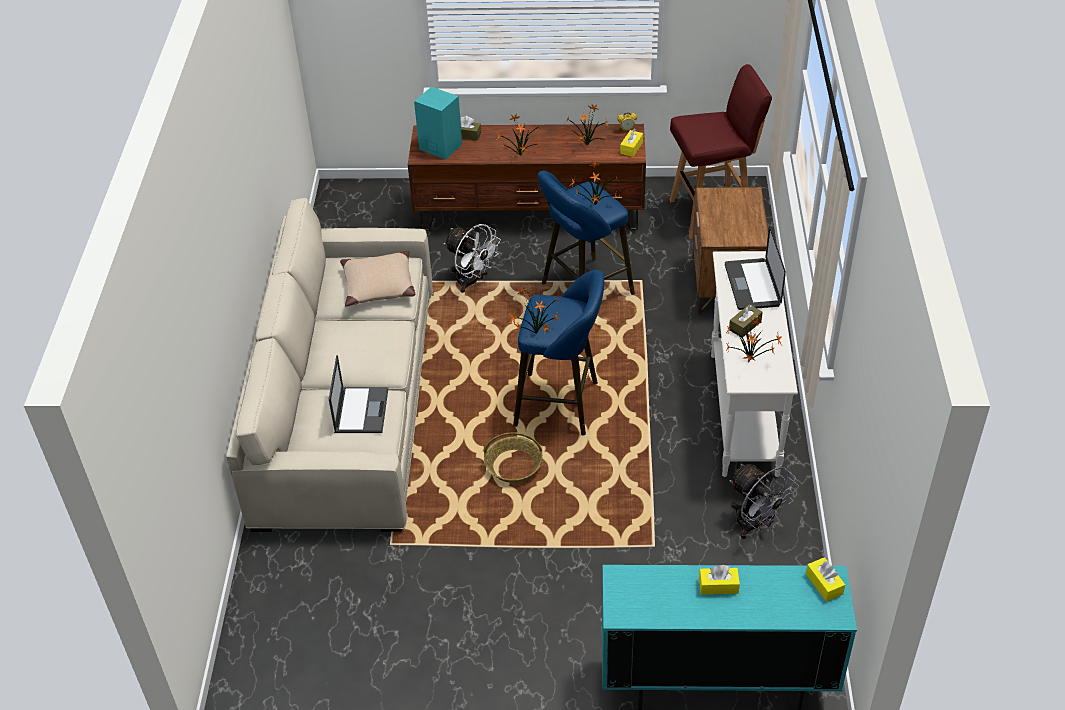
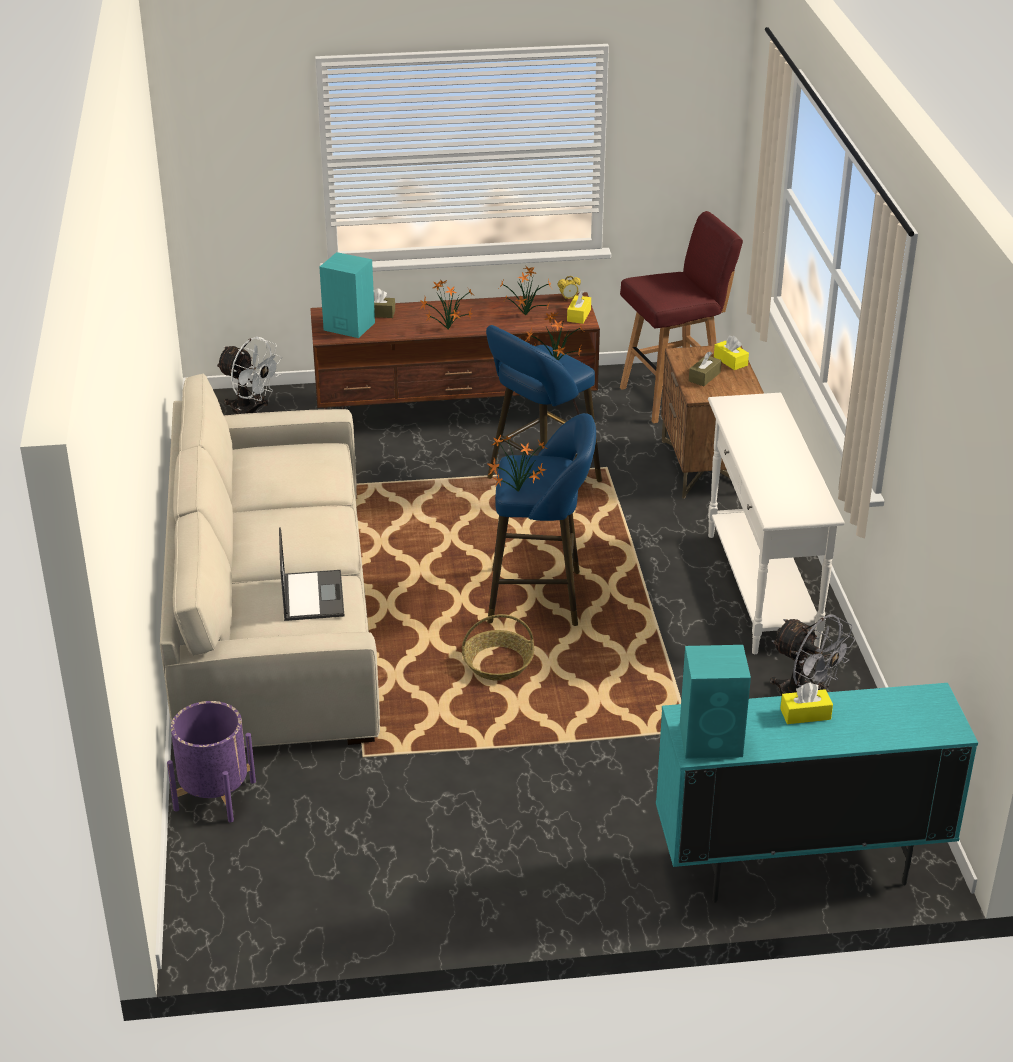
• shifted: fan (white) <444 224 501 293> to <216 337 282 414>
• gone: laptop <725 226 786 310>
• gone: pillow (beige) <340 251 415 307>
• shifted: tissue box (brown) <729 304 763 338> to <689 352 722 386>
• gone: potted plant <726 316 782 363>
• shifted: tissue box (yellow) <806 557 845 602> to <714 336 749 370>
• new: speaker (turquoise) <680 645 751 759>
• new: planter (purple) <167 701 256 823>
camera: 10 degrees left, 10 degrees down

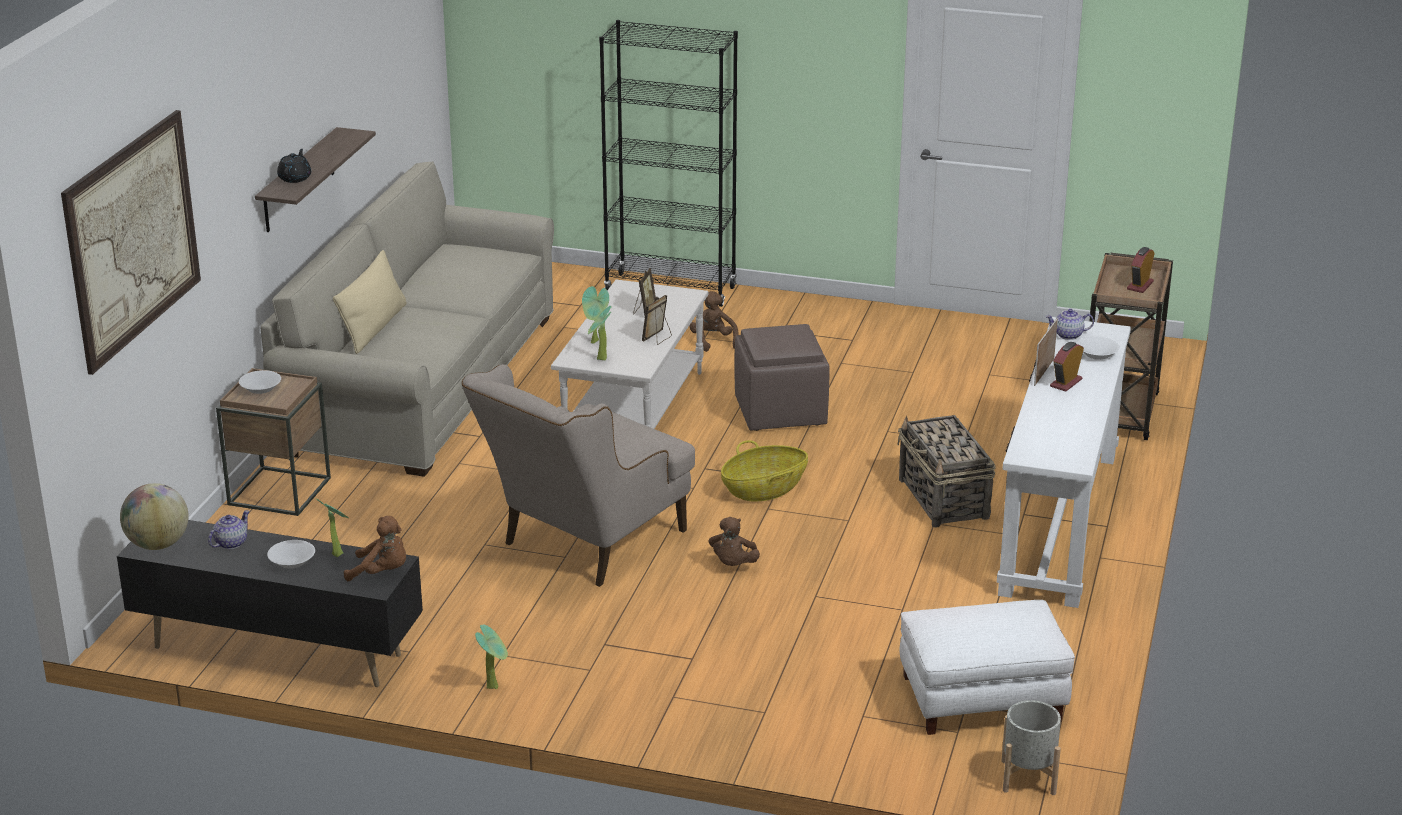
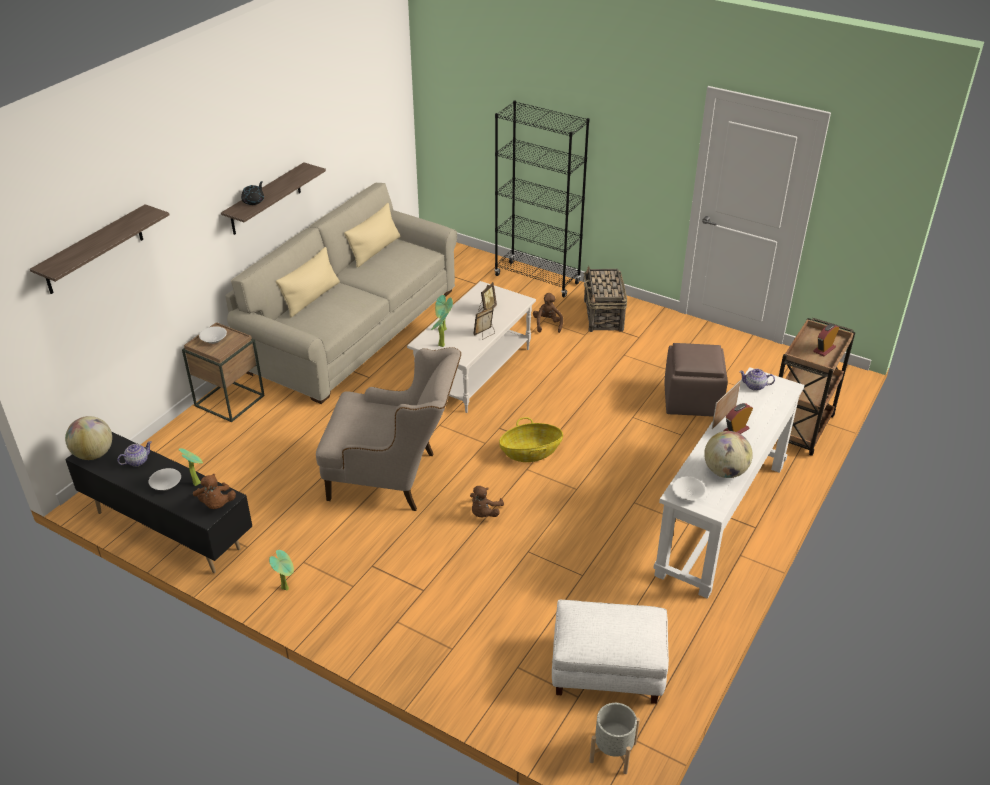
• swapped: picture <61 110 201 375> to shelf <30 204 170 294>
• shifted: ottoman (brown) <735 324 830 431> to <664 343 728 417>
• shifted: bowl (white) <1077 336 1120 360> to <672 477 706 500>
• rotated: armchair (beige) <461 364 695 587> = <316 347 461 511> 135 degrees counterclockwise
• shifted: basket <898 415 996 527> to <583 266 627 332>
• rotated: plush toy (brown) <344 516 406 581> = <193 474 236 509> 45 degrees clockwise
• new: pillow (beige) <344 203 401 268>
• new: globe <704 431 753 478>
camera: 15 degrees right, 10 degrees up

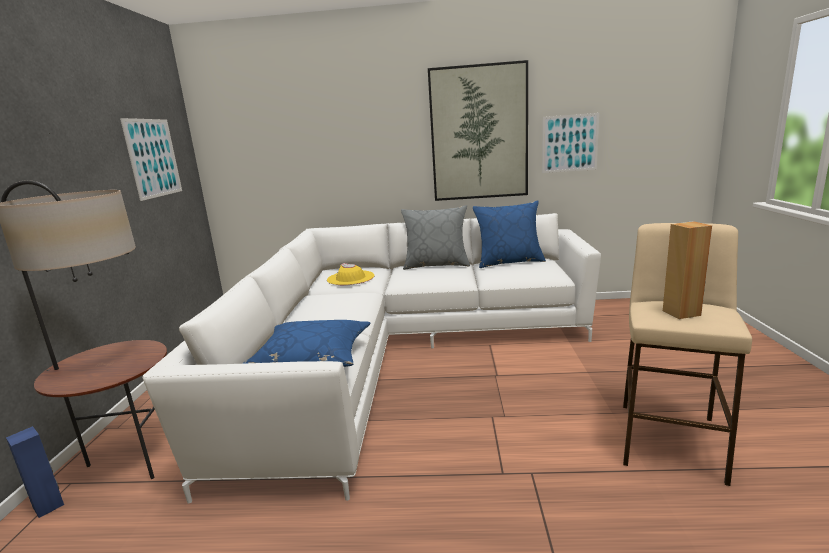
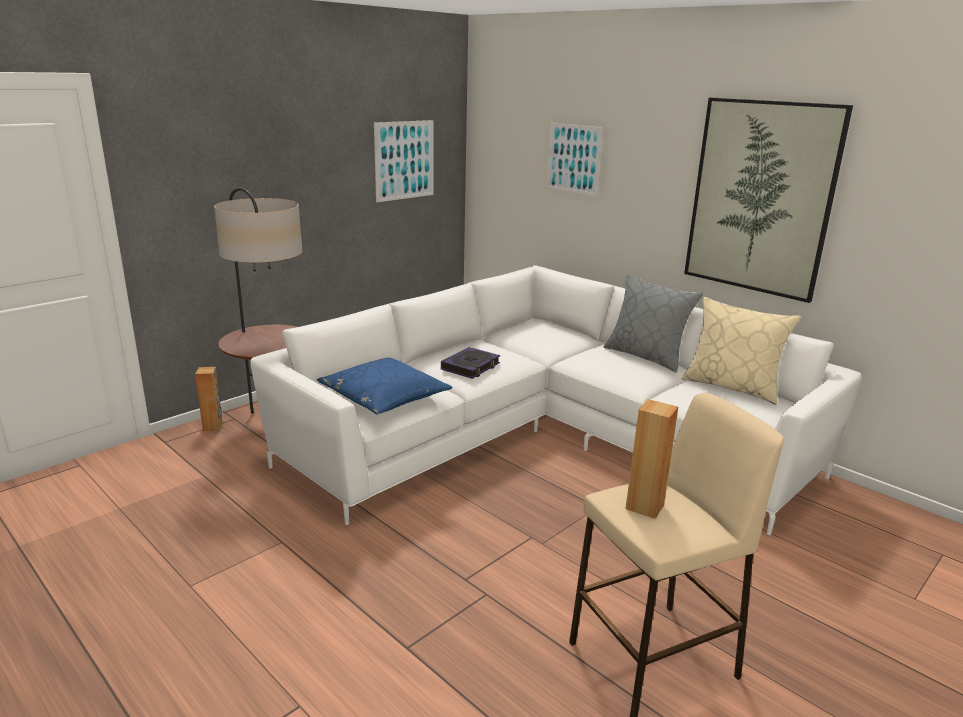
• shifted: picture <542 113 599 173> to <546 123 603 196>
• repainted: pillow (blue) <473 201 546 268> to pillow (beige) <681 297 801 404>
• gone: hat (yellow) <327 263 375 285>
• repainted: speaker (blue) <6 426 64 518> to speaker (brown) <195 367 223 431>
• new: book <441 347 500 379>
camera: 40 degrees right, 5 degrees up

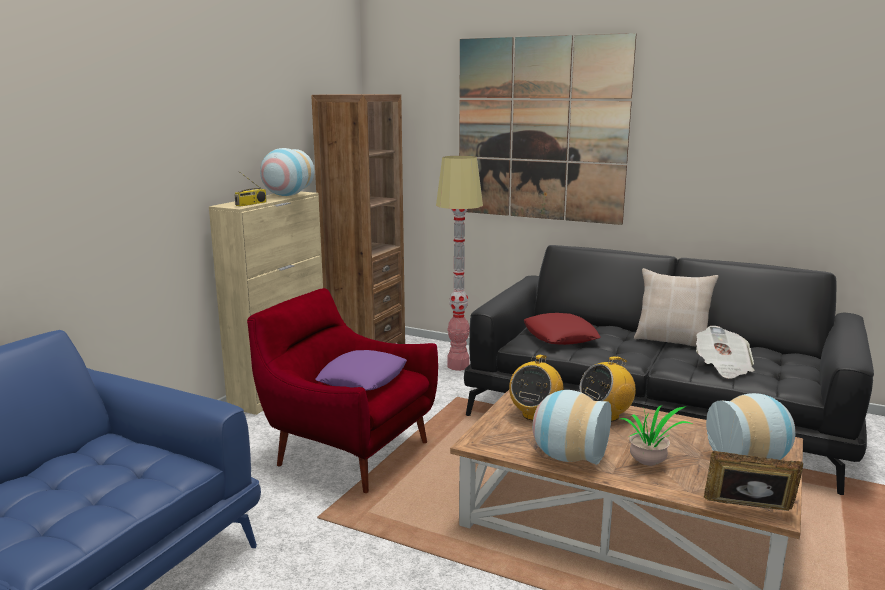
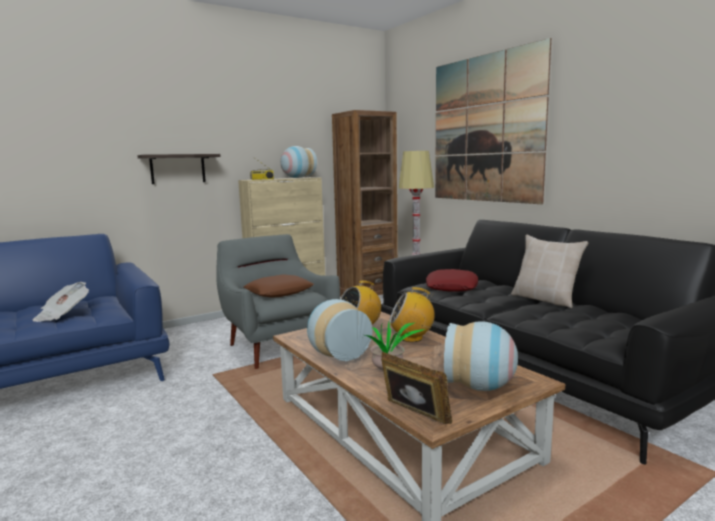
• repainted: armchair (red) <247 288 438 493> to armchair (grey) <216 234 340 369>
• shifted: newspaper <696 326 755 379> to <33 282 89 322>
• repainted: pillow (purple) <315 350 407 390> to pillow (brown) <244 274 314 297>
• new: shelf <137 154 221 184>
camera: 30 degrees right, 5 degrees down

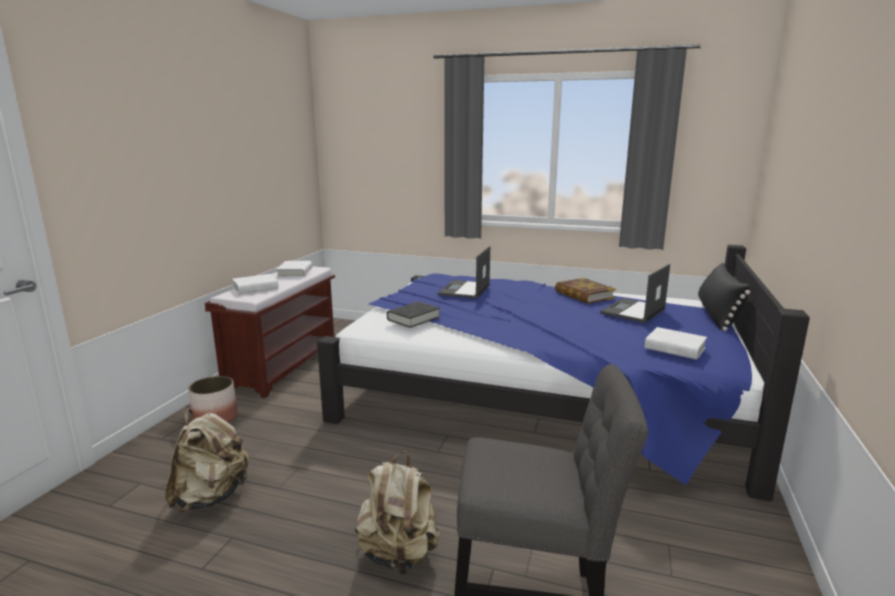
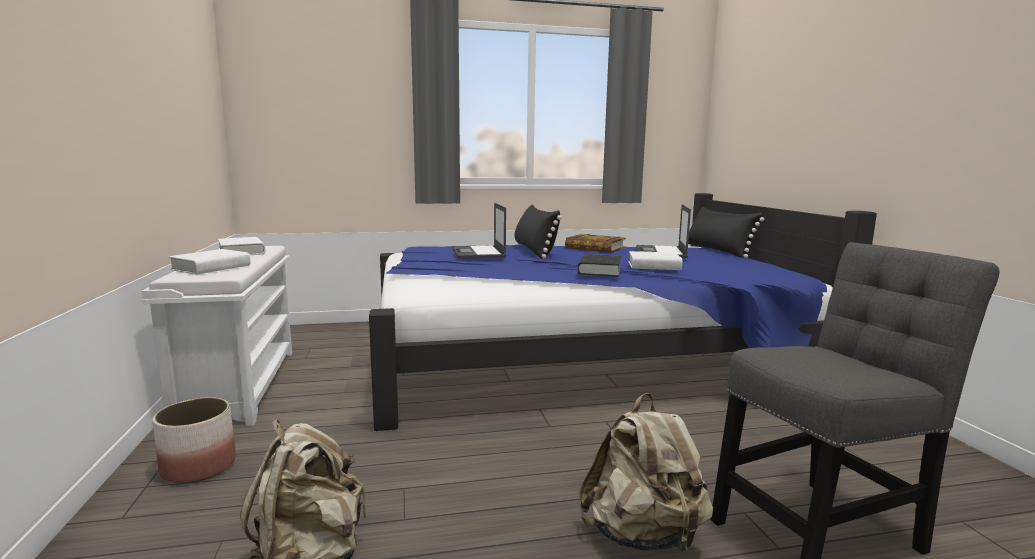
• repainted: bench (brown) <205 266 335 398> to bench (white) <142 246 292 426>
• shifted: book (black) <387 302 440 328> to <577 254 621 277>
• shifted: book (white) <645 327 707 360> to <629 251 682 270>
• new: pillow (black) <514 204 562 259>
camera: 30 degrees left, 5 degrees down

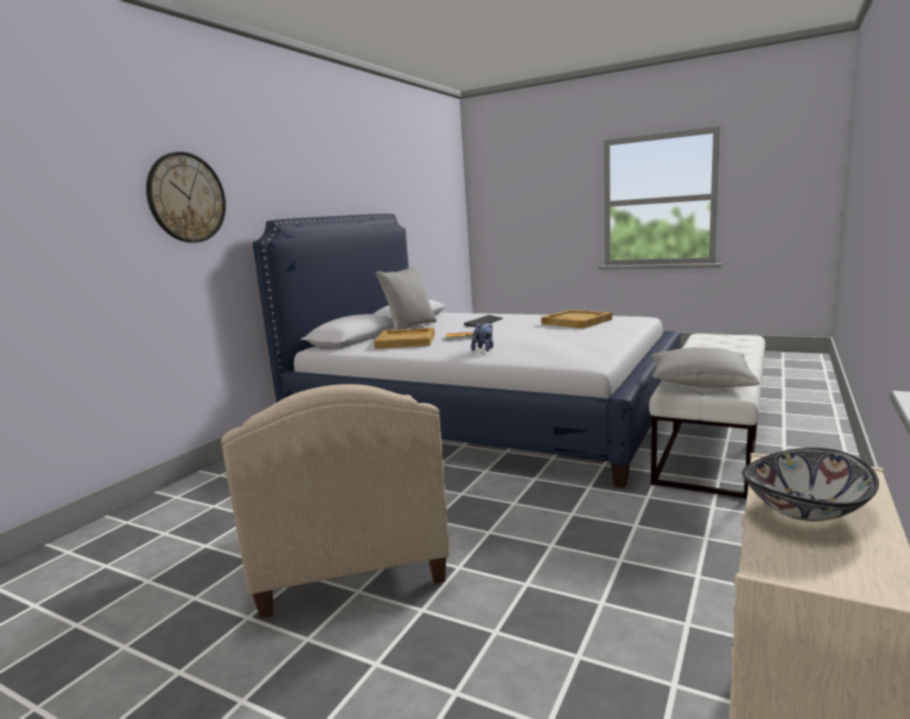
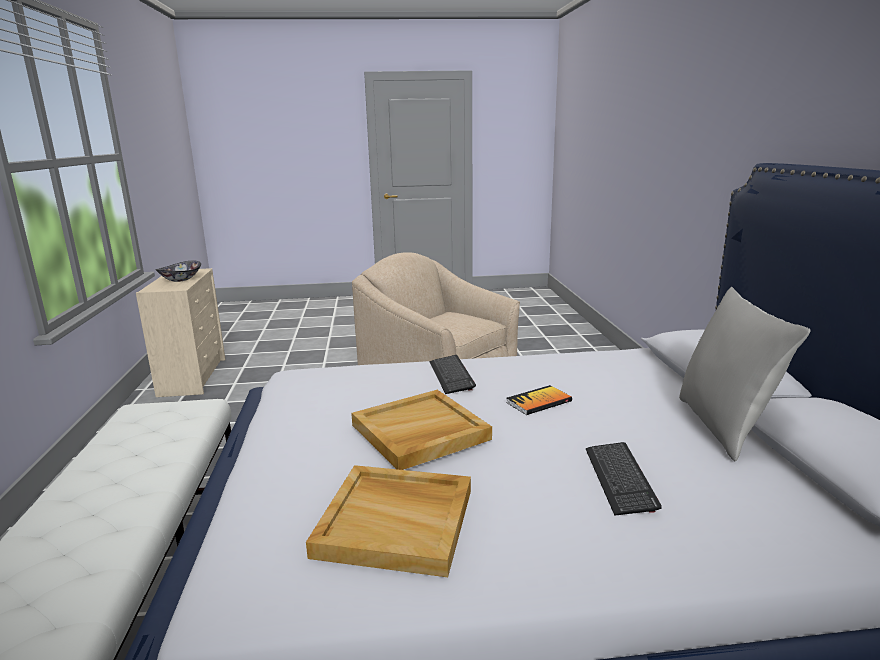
• gone: wall clock <146 152 226 243>
• swapped: plush toy <471 322 494 351> to keyboard <429 355 476 394>
• shifted: tray (beige) <374 328 435 349> to <351 390 492 470>
• gone: pillow (grey) <652 347 760 388>
camera: 145 degrees right, 5 degrees up

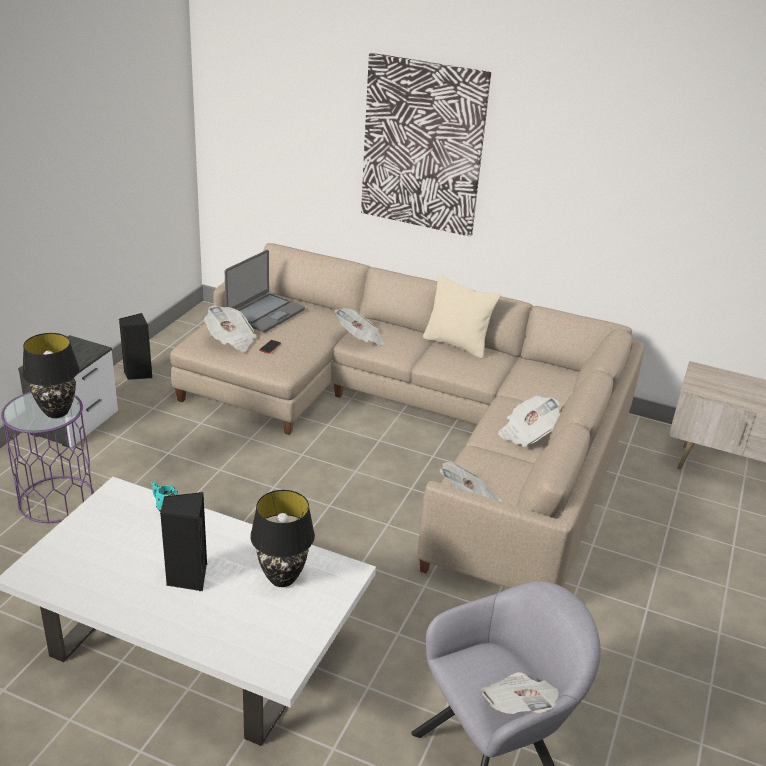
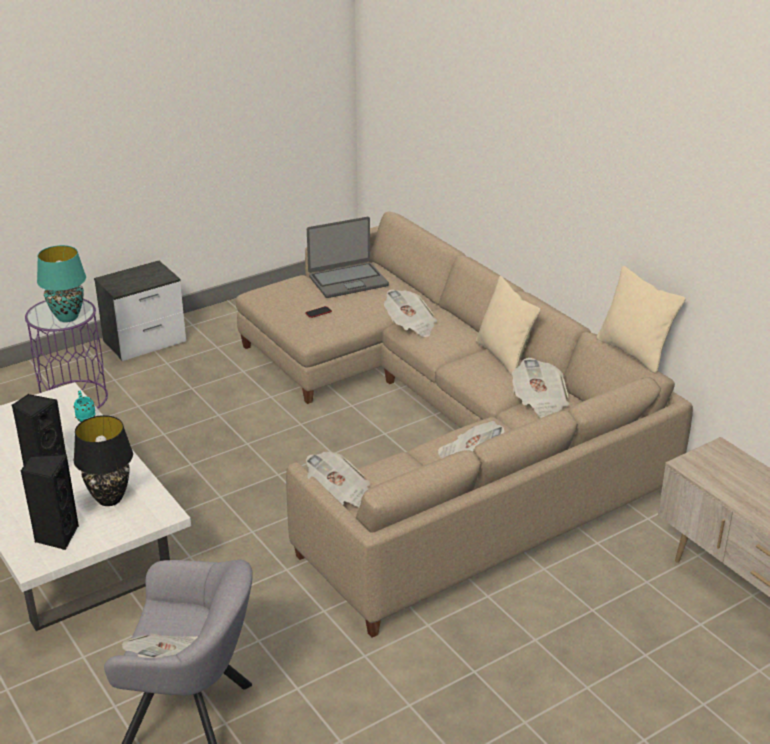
• gone: picture <361 53 491 237>
• shifted: newspaper <204 305 257 352> to <512 358 569 418>
• shifted: speaker (black) <119 313 152 380> to <21 455 79 550>
• repainted: table lamp (black) <22 333 79 418> to table lamp (turquoise) <37 245 86 322>
• new: pillow (beige) <597 266 685 373>
camera: 35 degrees right, 0 degrees up

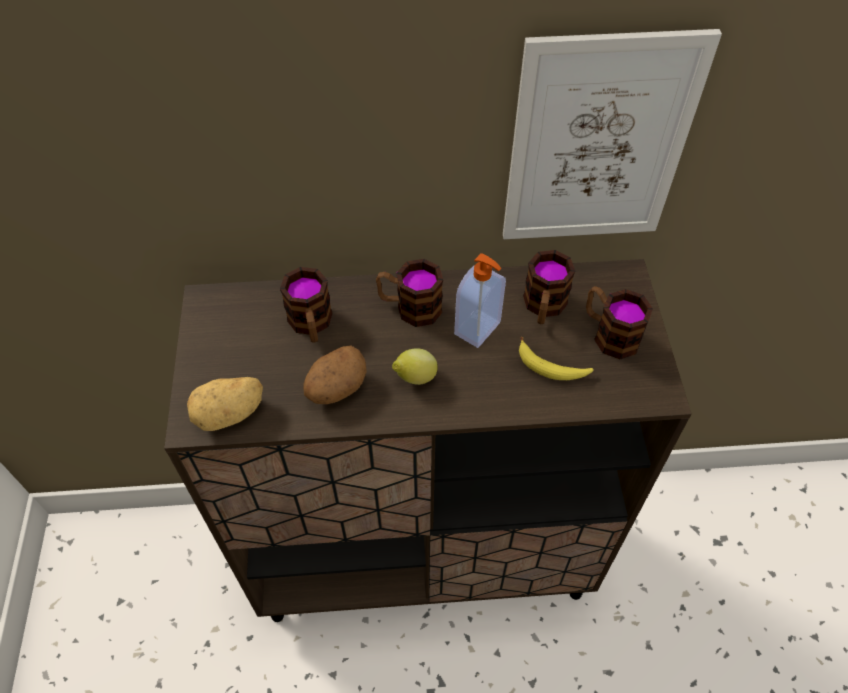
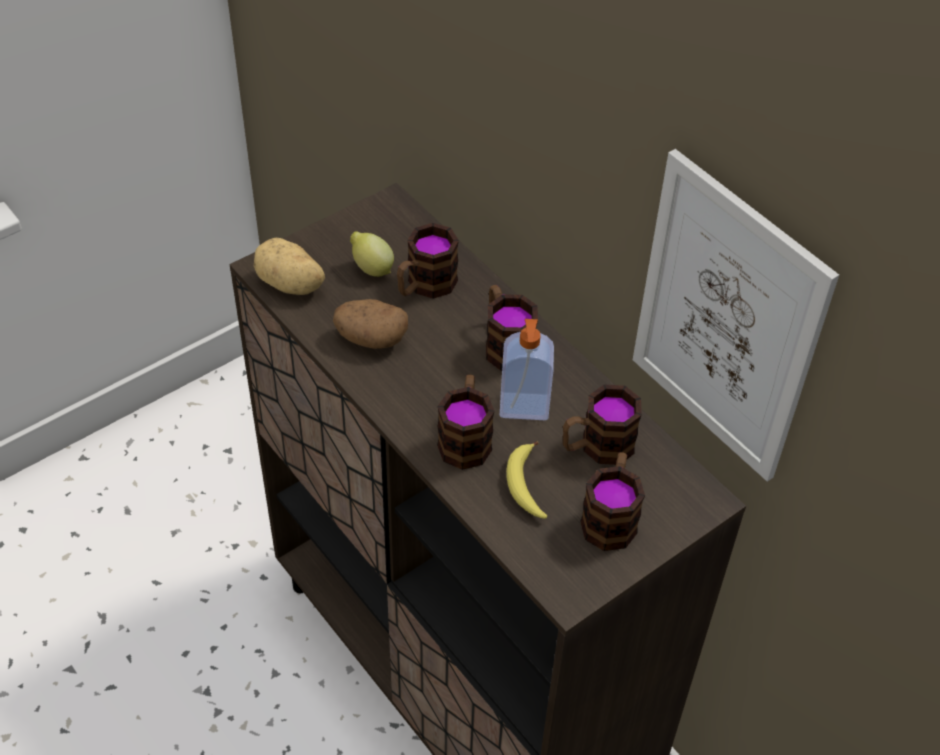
• shifted: lemon <392 349 438 385> to <350 231 394 277>
• new: mug <437 374 495 470>
camera: 55 degrees right, 5 degrees down

